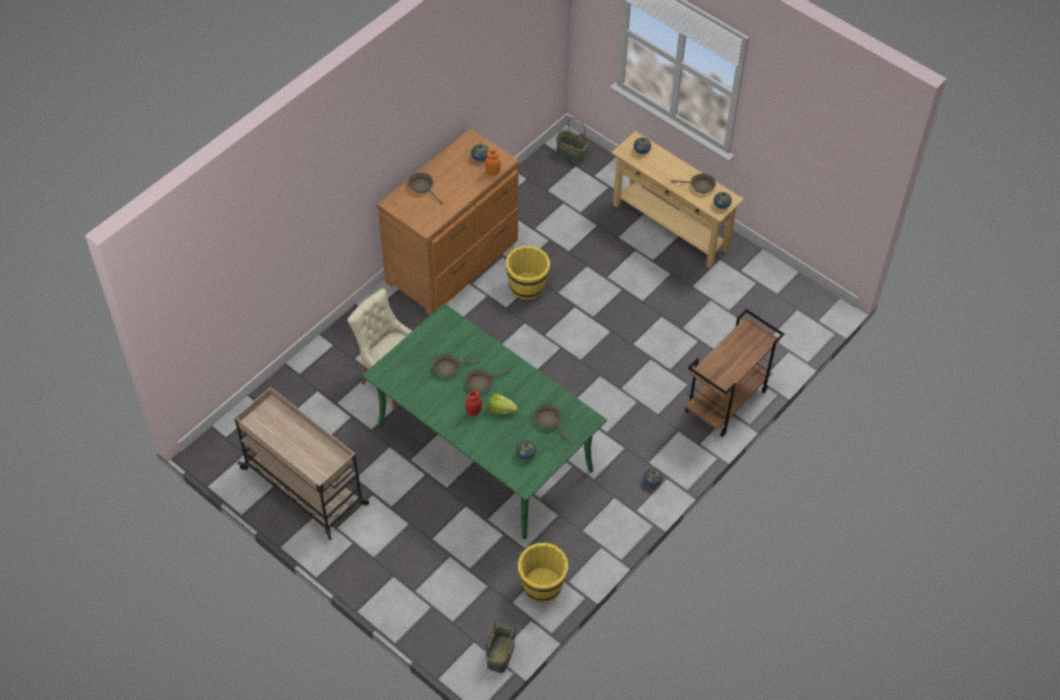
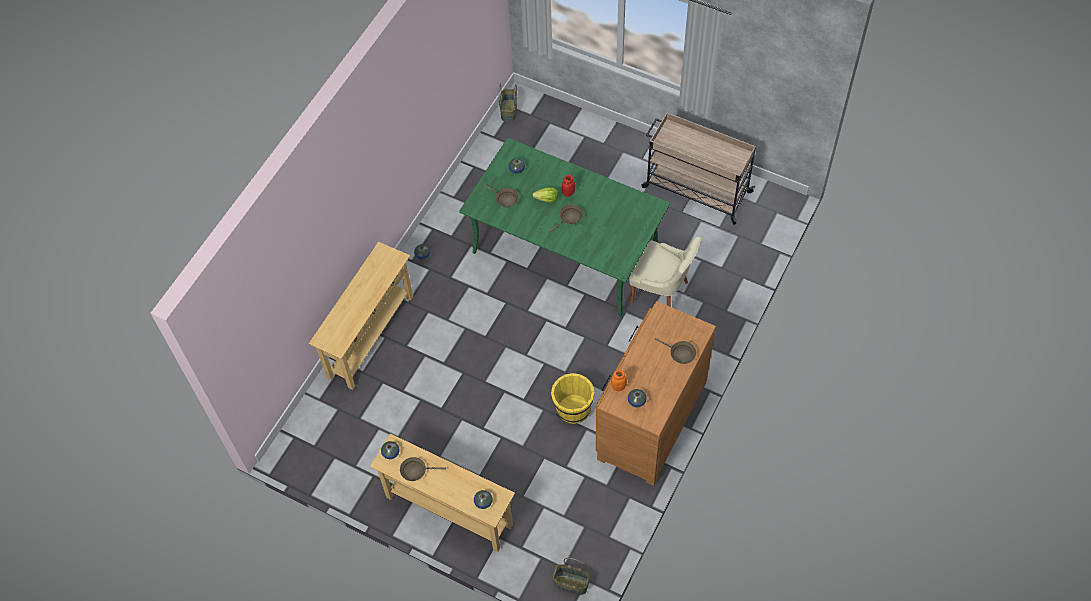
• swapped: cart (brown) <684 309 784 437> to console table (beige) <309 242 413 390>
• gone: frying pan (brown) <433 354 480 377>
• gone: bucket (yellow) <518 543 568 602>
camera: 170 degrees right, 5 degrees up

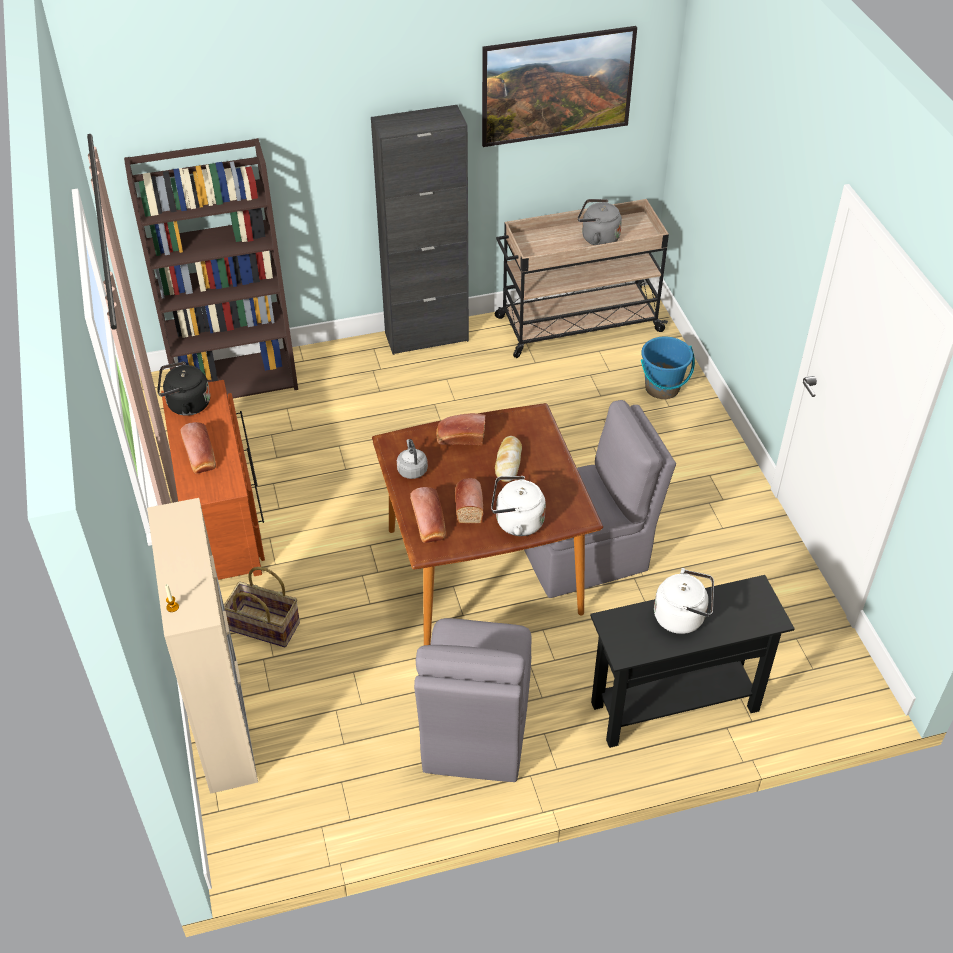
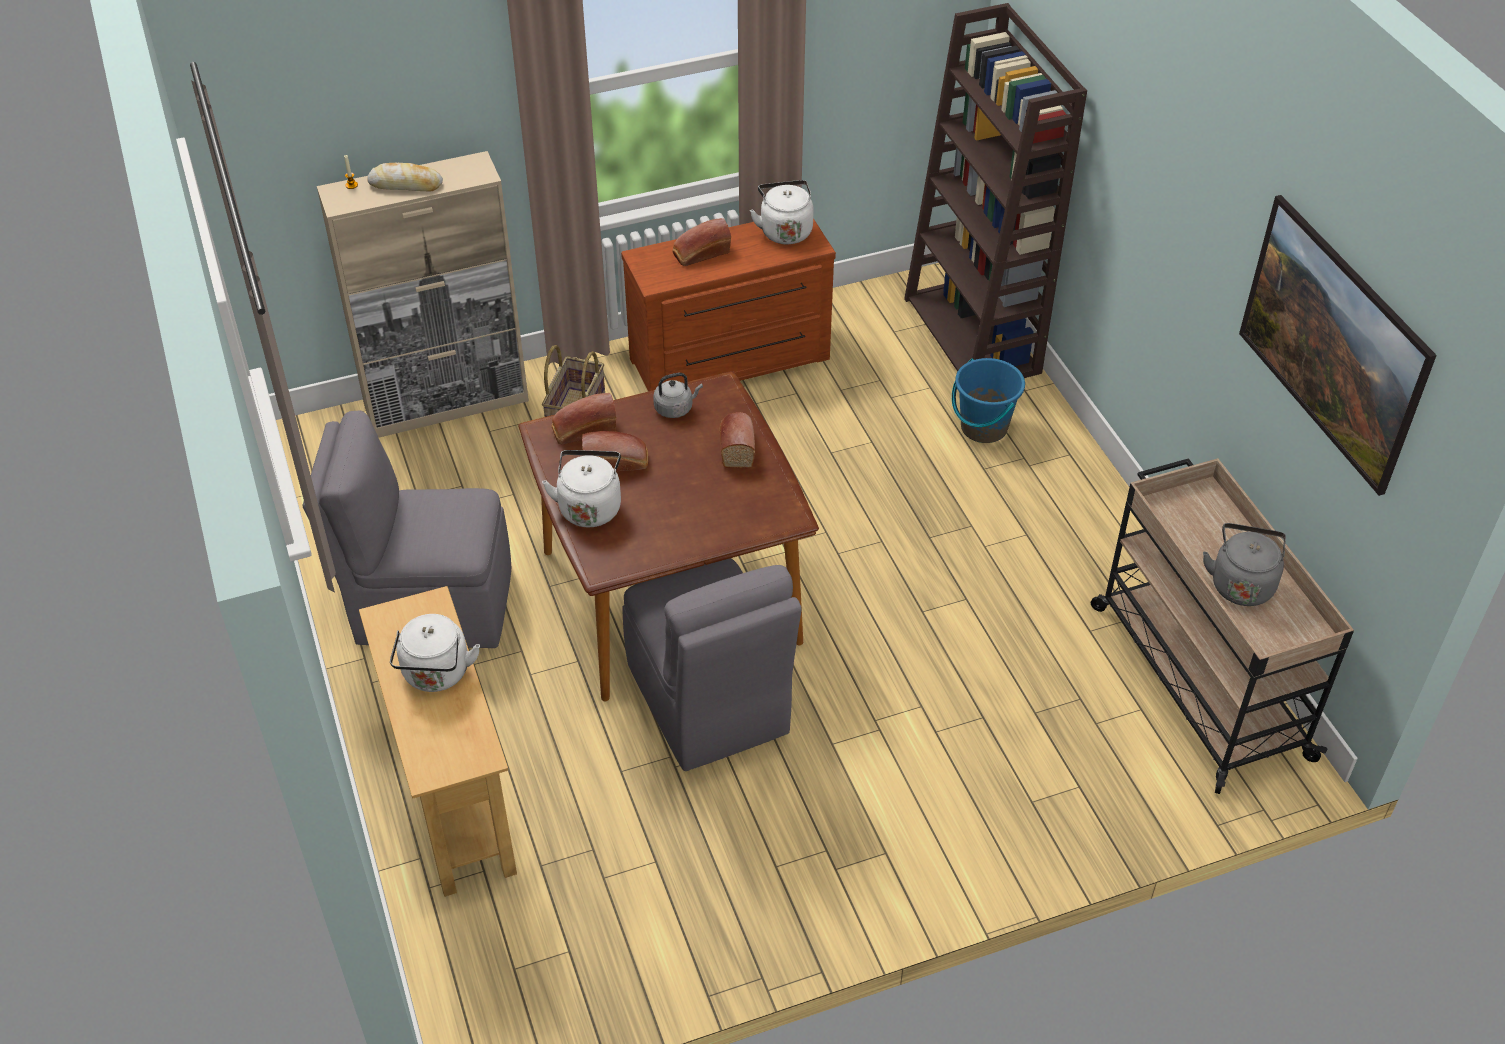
• gone: cabinet (black) <371 105 469 355>
• shifted: bucket (blue) <641 337 695 399> to <952 358 1025 443>
• repainted: kettle (black) <157 361 210 416> to kettle (white) <750 180 814 244>
• shifted: bread <495 436 522 482> to <367 163 443 191>
• repainted: console table (black) <590 575 795 748> to console table (beige) <359 586 517 897>
camera: 85 degrees right, 0 degrees up

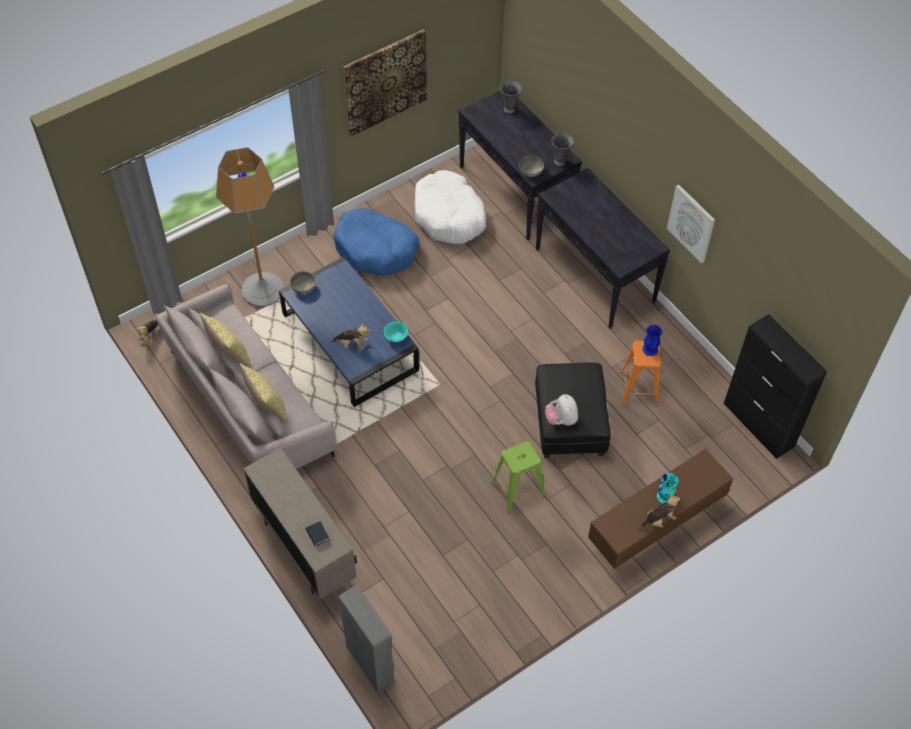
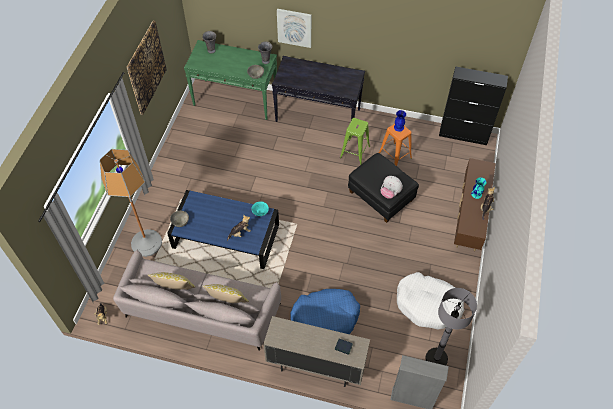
• repainted: console table (black) <458 90 582 240> to console table (green) <184 40 277 120>
• shifted: dog bed (white) <414 170 486 244> to <397 272 465 329>
• shifted: picture <667 185 715 263> to <277 9 311 48>
• shifted: dog bed (blue) <333 208 419 276> to <290 289 360 334>
• shifted: stool (green) <491 441 546 513> to <340 118 370 165>
• new: floor lamp (grey) <426 288 477 365>
camera: 40 degrees left, 0 degrees up

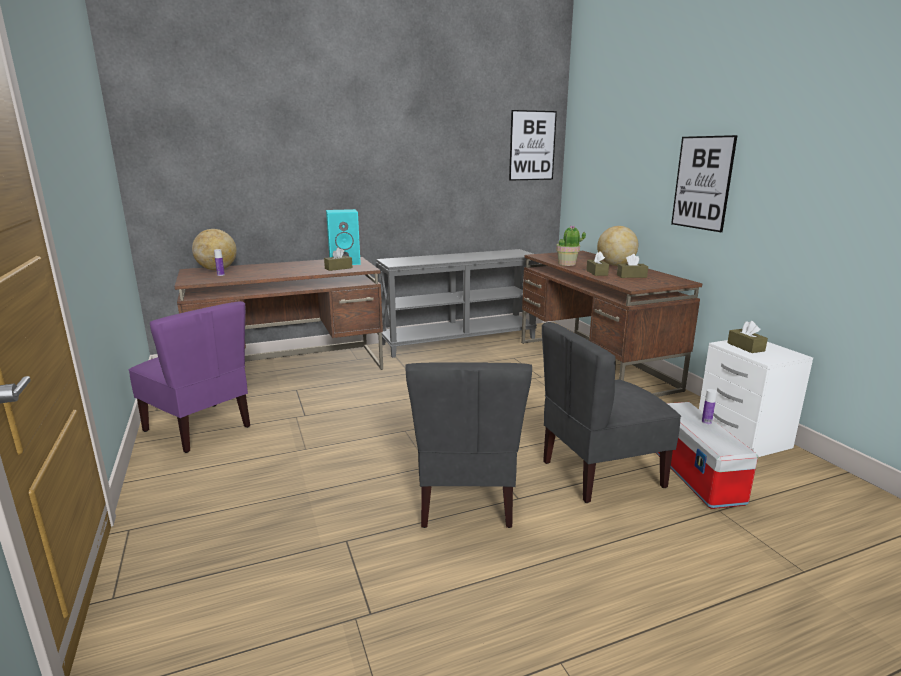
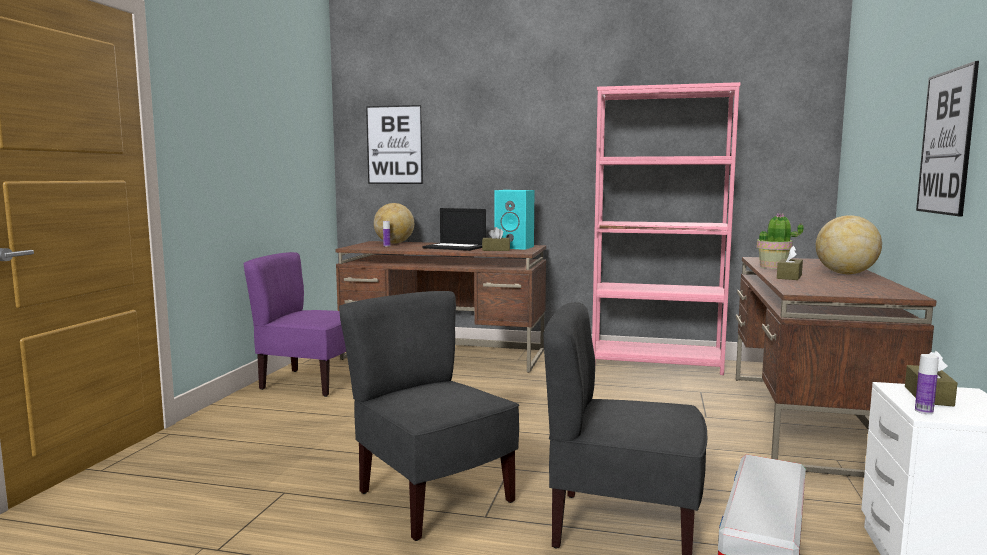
• shifted: picture <509 110 557 180> to <366 105 423 184>
• swapped: console table (grey) <376 249 539 358> to bookcase (pink) <592 82 741 375>
• gone: tissue box (brown) <617 254 648 278>
• rotated: chair (purple) <128 301 250 453> = <243 252 346 397> 120 degrees clockwise
• rotated: chair (grey) <405 362 532 528> = <339 291 519 541> 105 degrees clockwise
• shifted: bottle <702 389 717 425> to <915 354 939 414>
• new: laptop <422 208 486 251>
camera: 35 degrees right, 10 degrees down

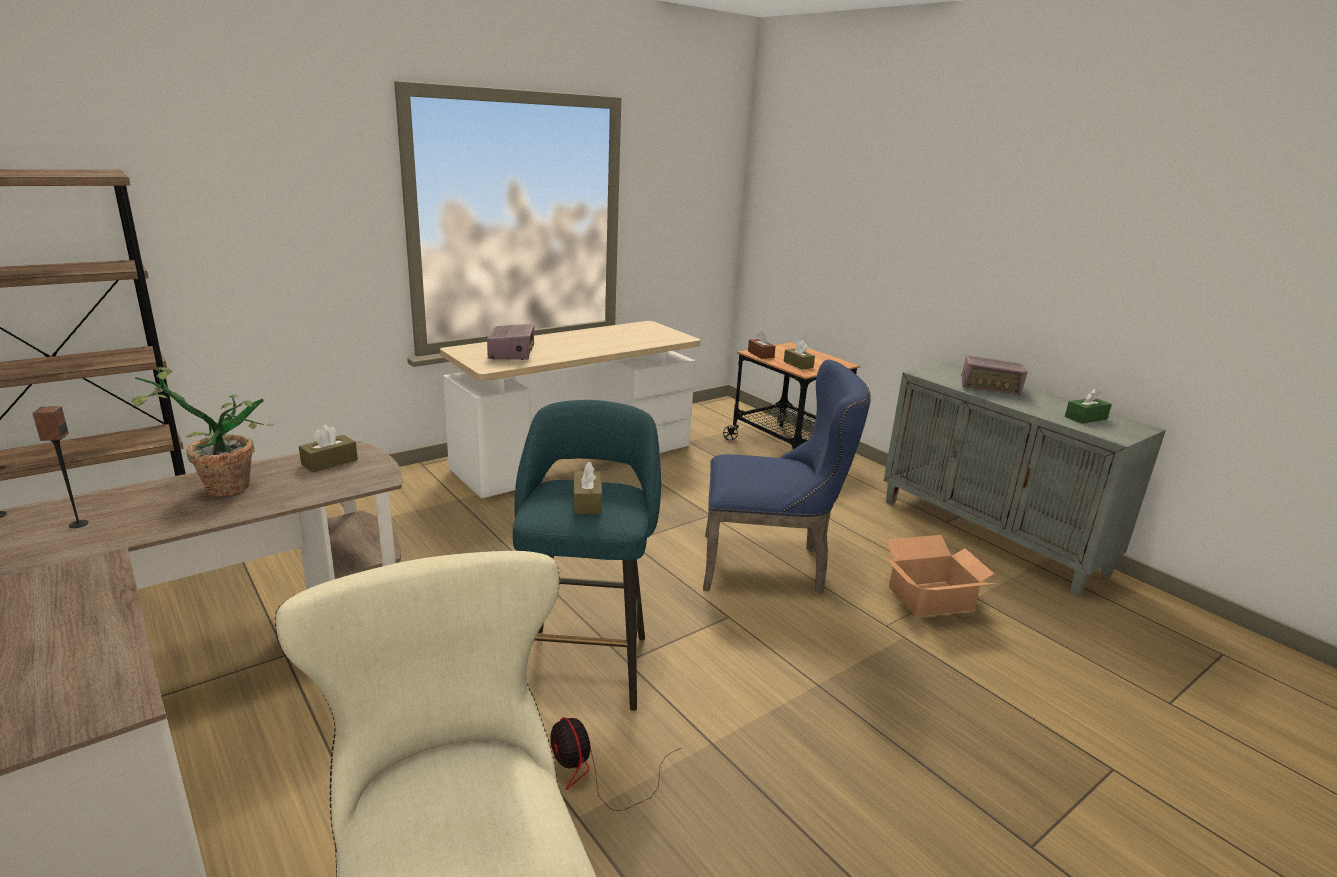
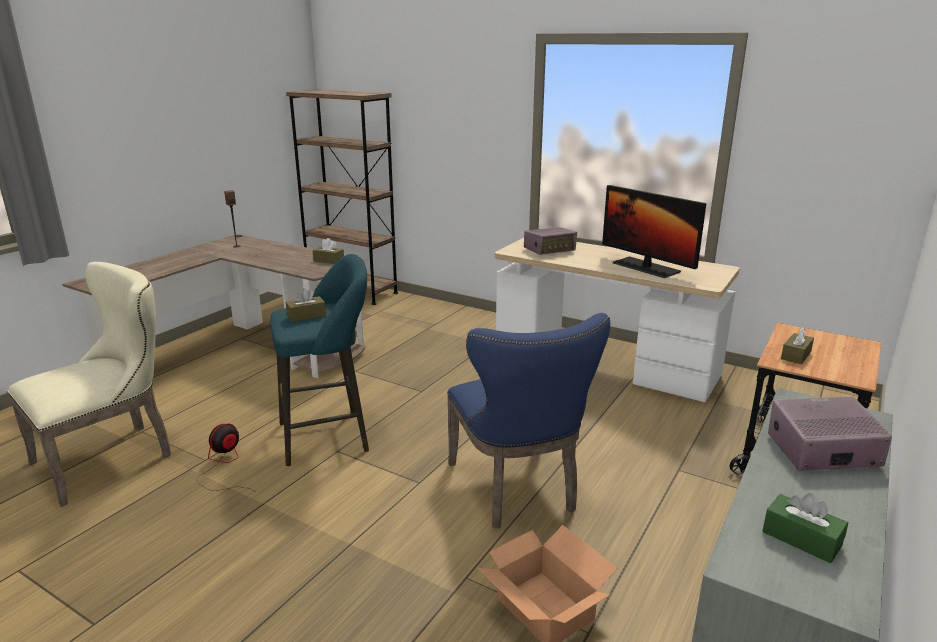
• gone: tissue box (brown) <748 331 776 359>
• rotated: radio <961 356 1027 396> = <768 396 892 471> 90 degrees clockwise
• gone: potted plant <132 367 275 497>
• new: monitor <602 185 706 278>
camera: 70 degrees right, 0 degrees up

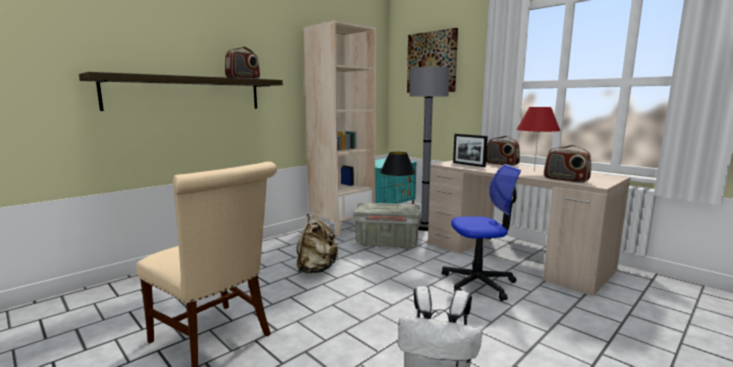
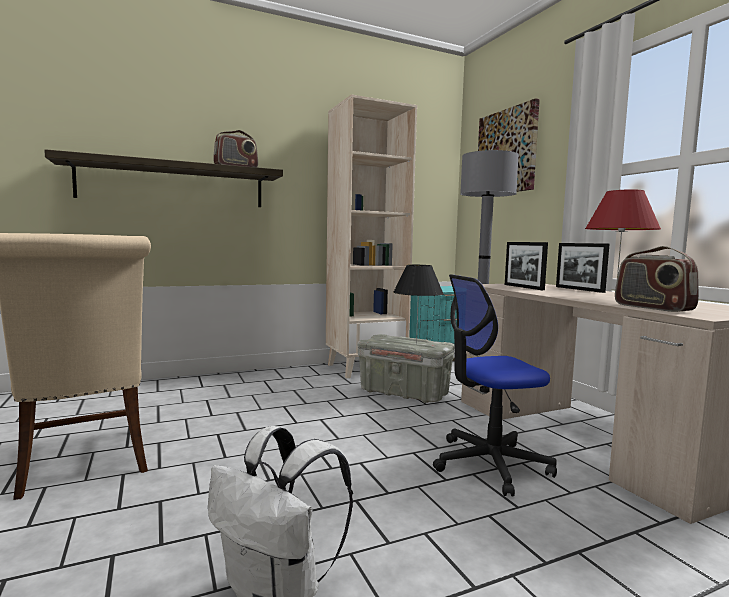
• swapped: radio <486 136 520 166> to picture frame <556 243 610 293>
• rotated: office chair <442 164 521 301> = <433 274 557 496> 150 degrees clockwise
• gone: backpack (beige) <297 214 339 273>
camera: 20 degrees right, 5 degrees down

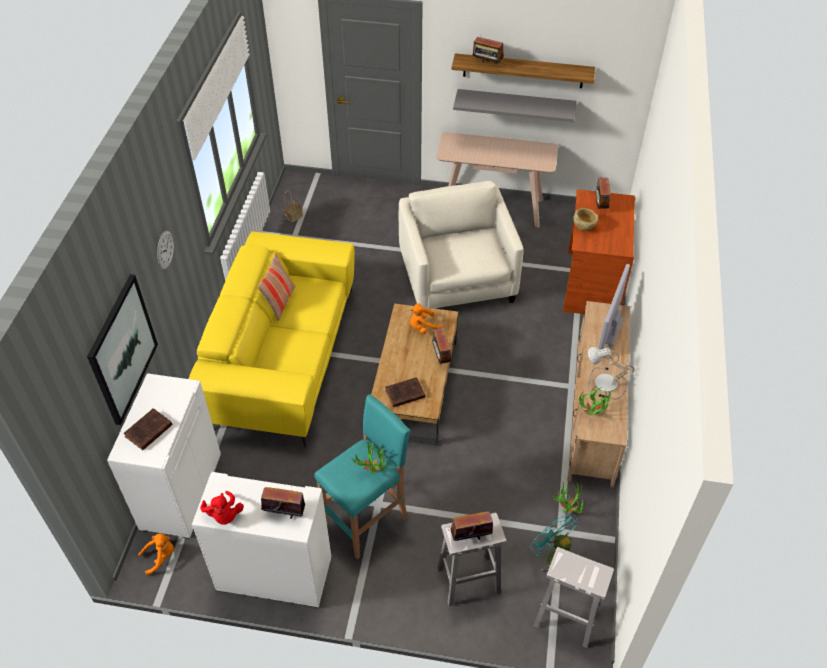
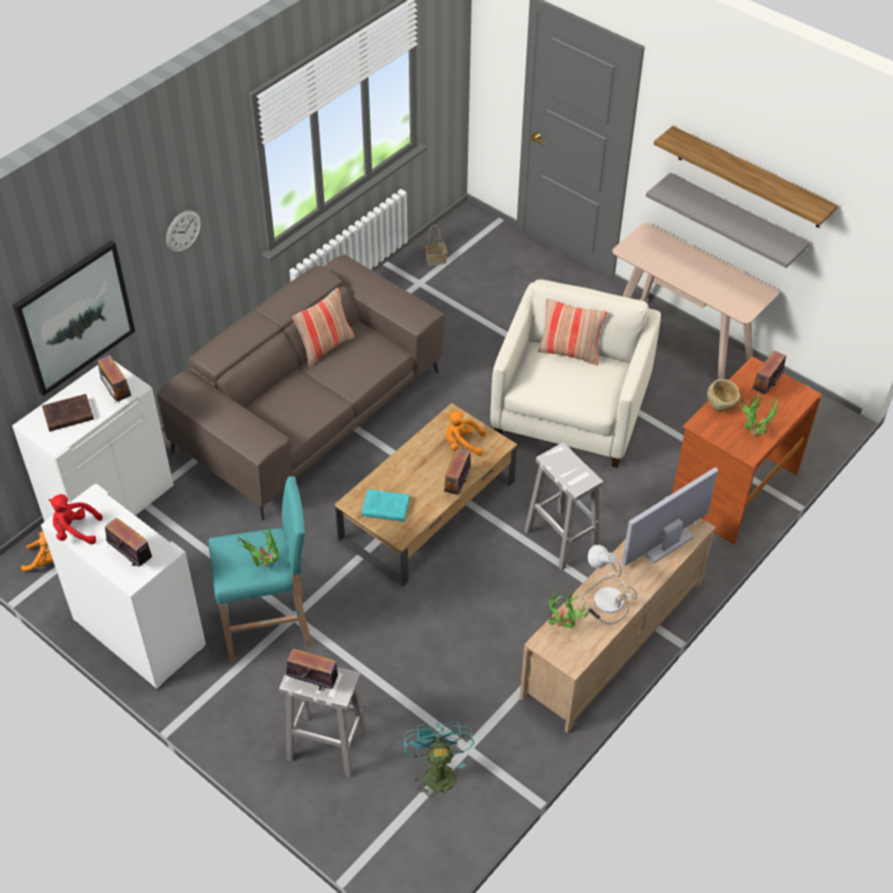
• shifted: radio <473 33 504 63> to <97 355 132 403>
• repainted: sofa (yellow) <189 231 355 448> to sofa (brown) <157 254 444 520>
• repainted: book (brown) <385 377 425 407> to book (turquoise) <362 489 410 522>
• shifted: potted plant <553 480 584 514> to <739 392 781 436>
• rotated: plush toy (red) <200 491 244 525> = <49 494 103 545> 90 degrees clockwise
• shifted: stool (white) <534 547 614 648> to <524 442 603 571>
• new: pillow <538 298 607 365>
camera: 30 degrees right, 0 degrees up

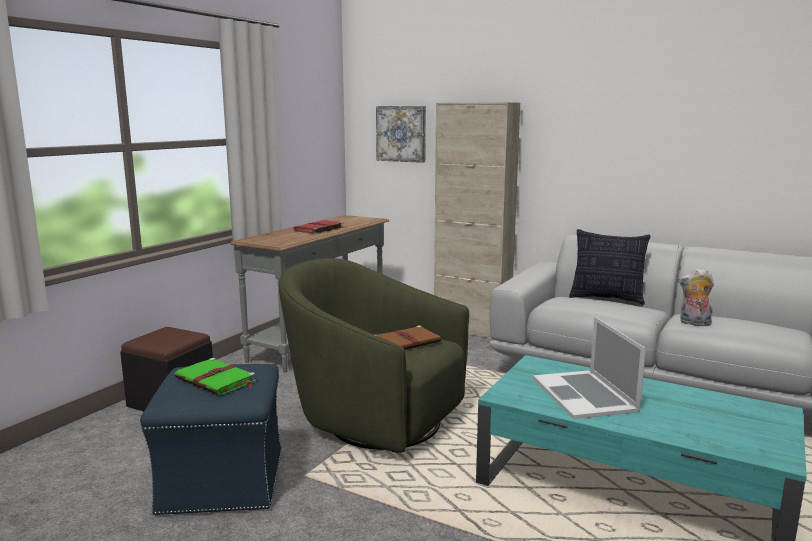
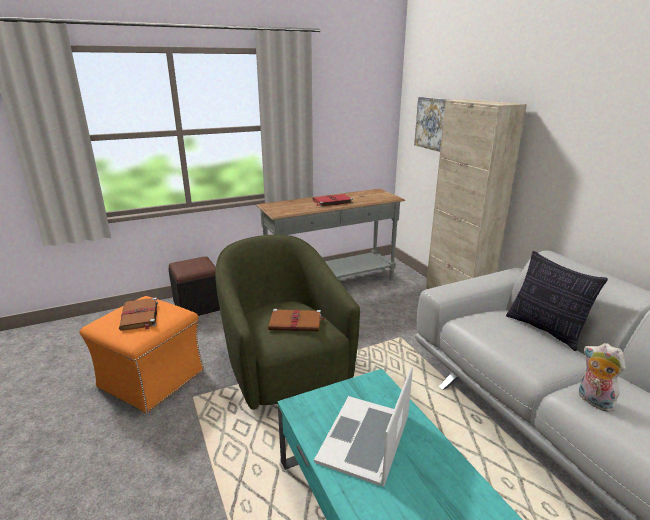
• repainted: book (green) <175 358 256 395> to book (brown) <119 297 158 331>
• repainted: ottoman (blue) <140 364 282 515> to ottoman (orange) <79 296 204 413>
camera: 35 degrees right, 10 degrees up

